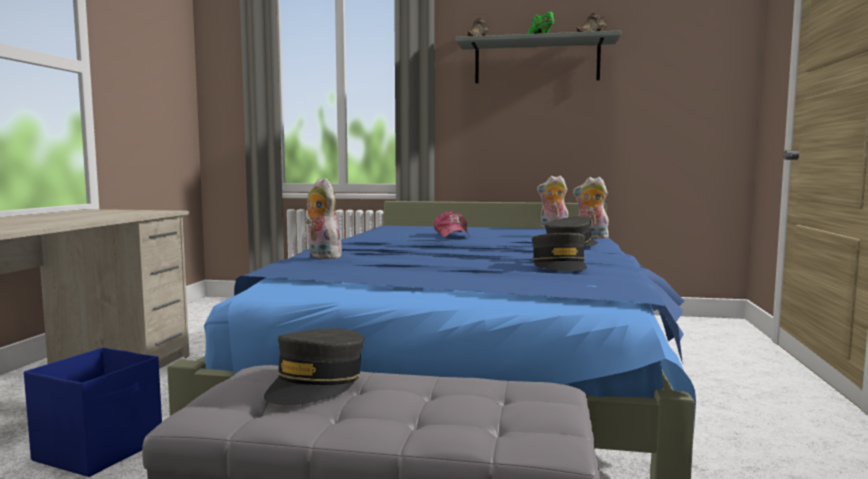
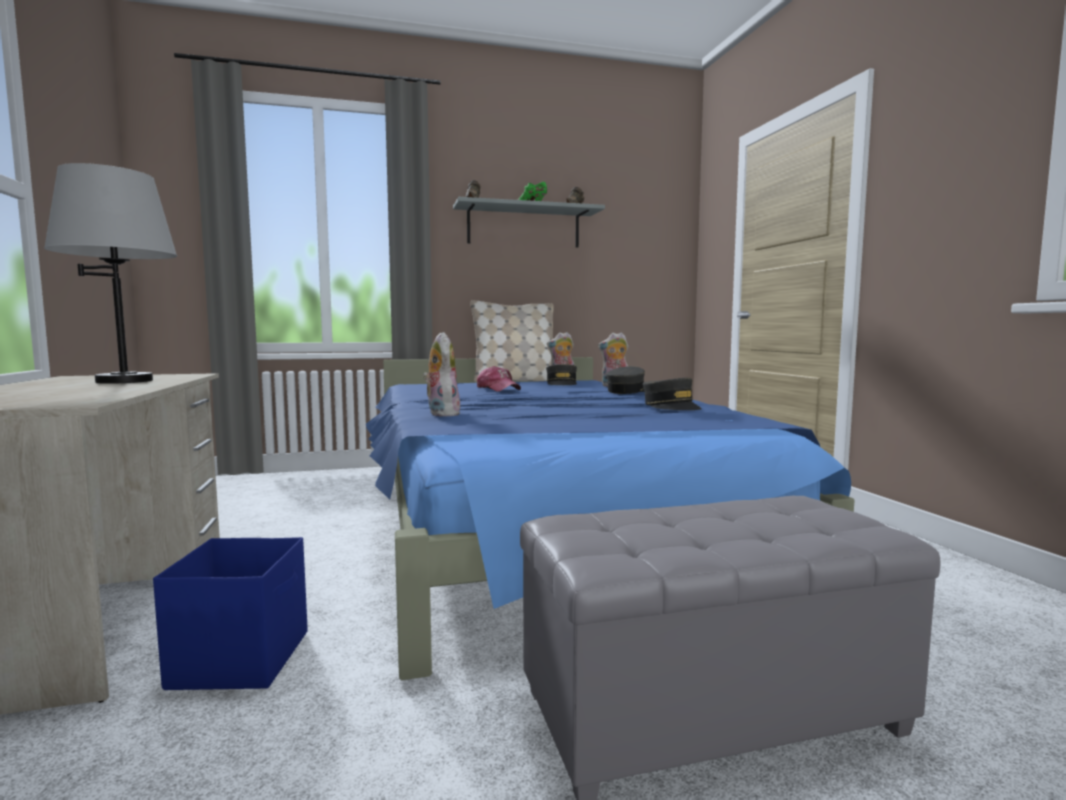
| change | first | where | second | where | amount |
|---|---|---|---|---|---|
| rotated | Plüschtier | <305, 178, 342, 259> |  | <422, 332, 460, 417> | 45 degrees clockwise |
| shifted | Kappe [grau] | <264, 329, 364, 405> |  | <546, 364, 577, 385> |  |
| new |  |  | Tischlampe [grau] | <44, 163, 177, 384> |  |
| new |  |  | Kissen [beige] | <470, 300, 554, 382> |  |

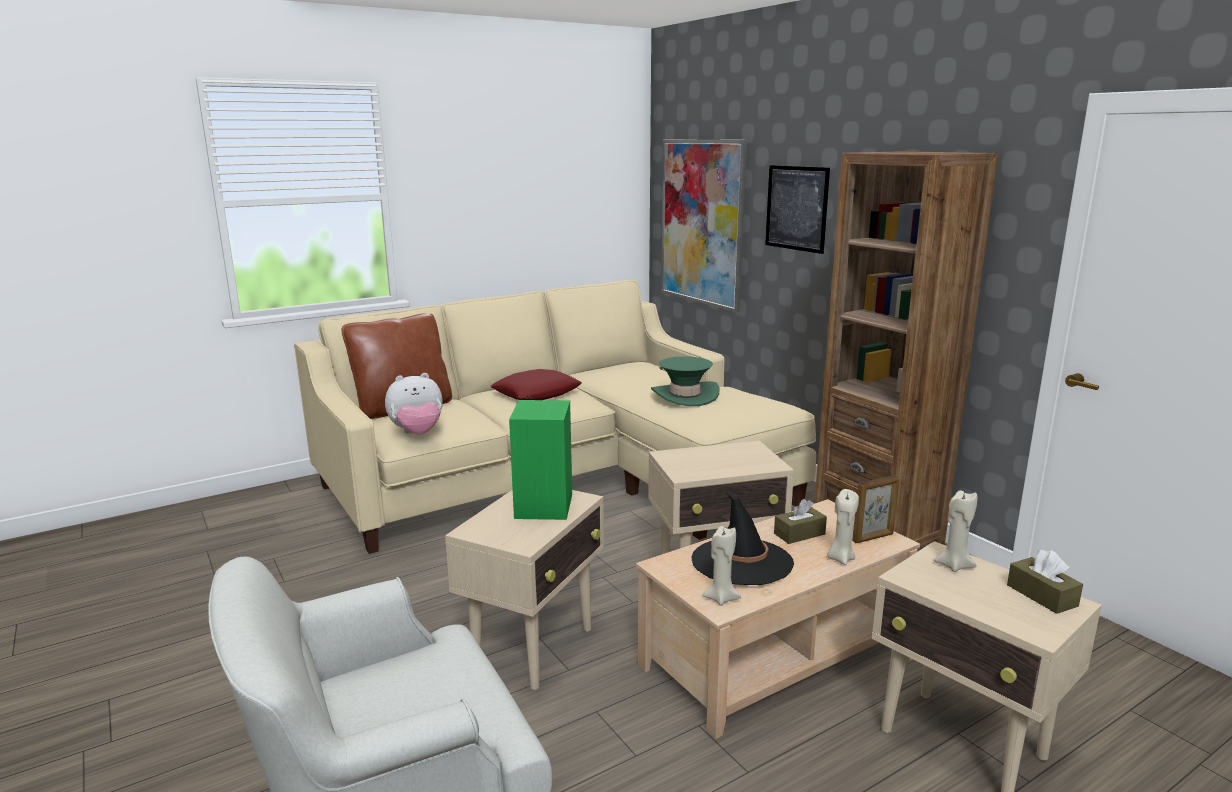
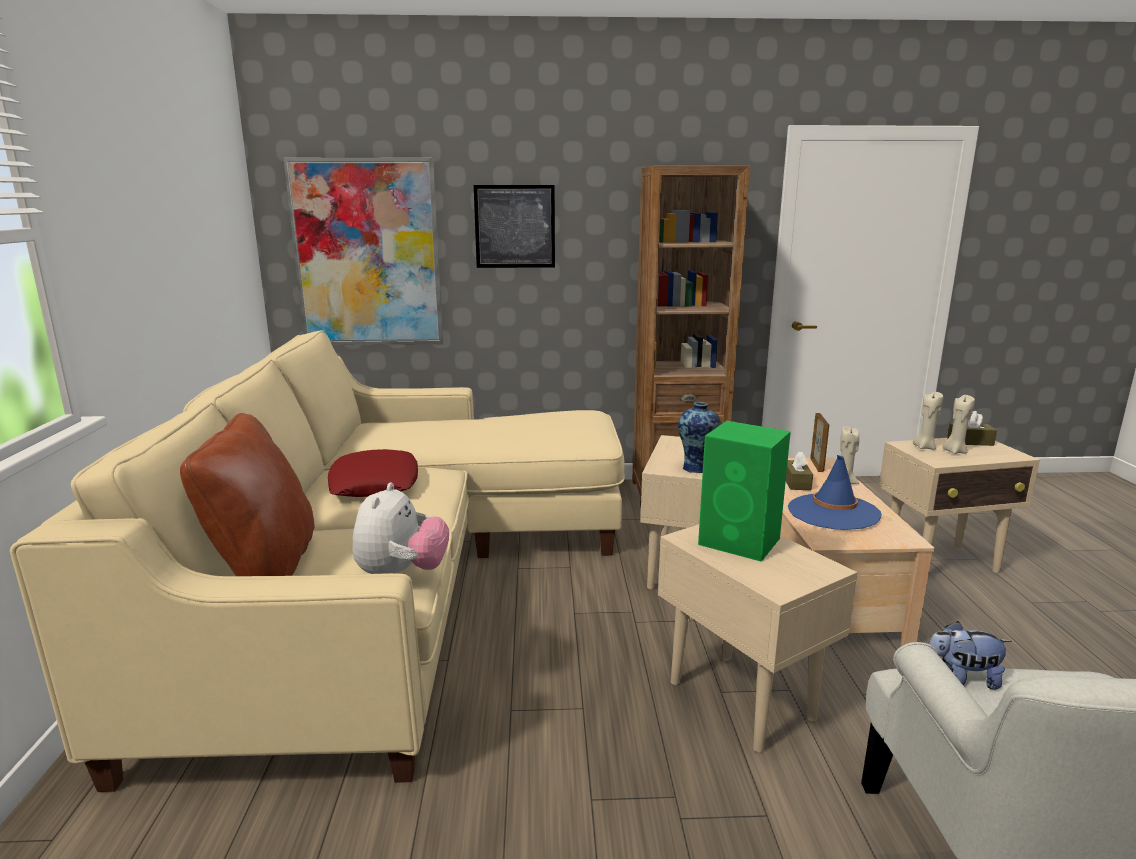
| change | first | where | second | where | amount |
|---|---|---|---|---|---|
| gone | Hut [grün] | <651, 356, 720, 406> |  |  |  |
| repainted | Hut [schwarz] | <691, 493, 794, 585> | Hut [blau] | <788, 455, 882, 530> |  |
| shifted | Kerze [beige] | <702, 526, 741, 606> |  | <943, 395, 975, 454> |  |
| new |  |  | Vase | <678, 402, 721, 474> |  |
| new |  |  | Plüschtier | <929, 621, 1012, 690> |  |

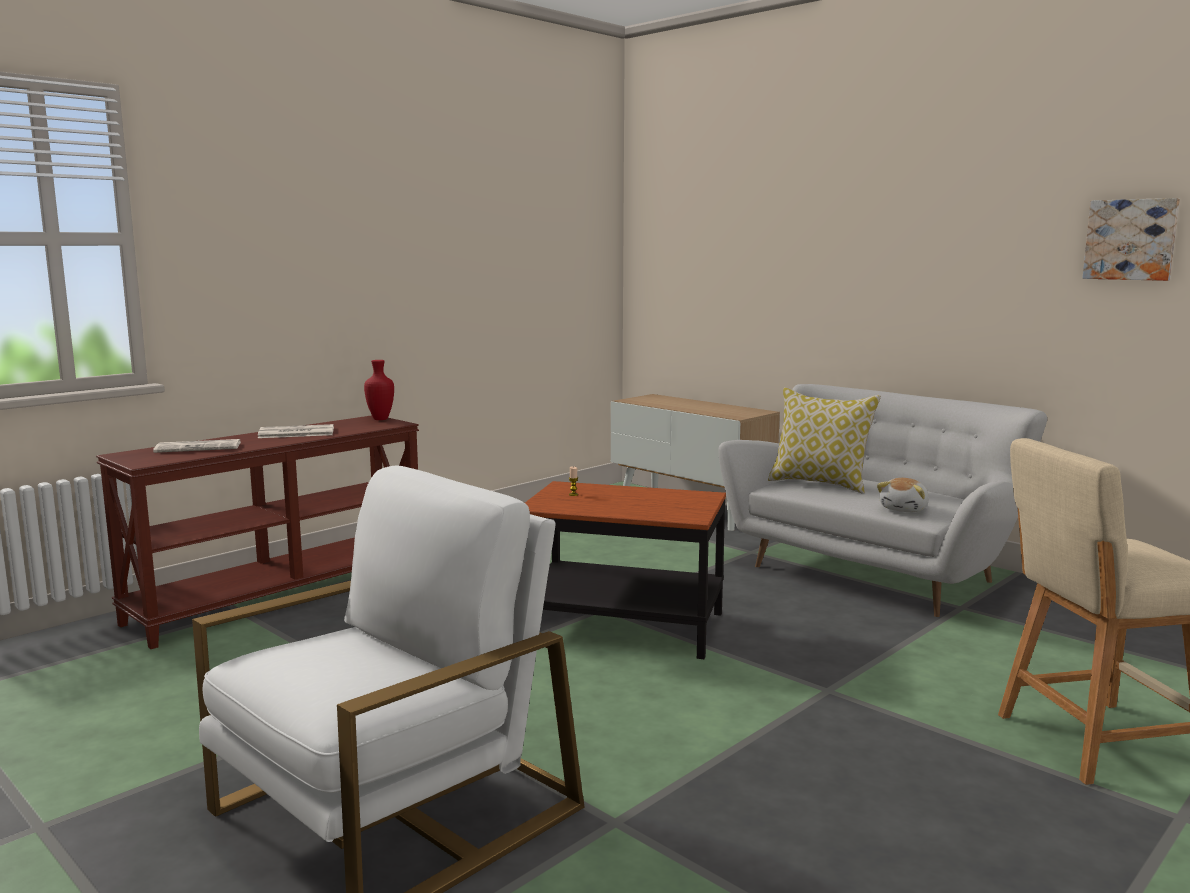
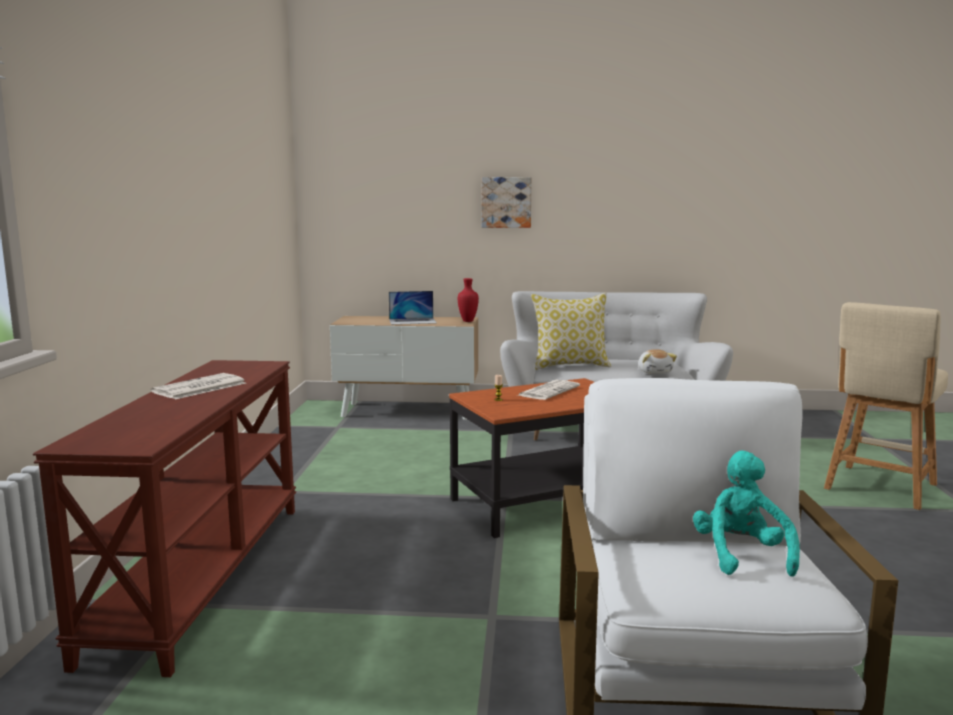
| change | first | where | second | where | amount |
|---|---|---|---|---|---|
| shifted | Bild | <1082, 198, 1180, 281> |  | <482, 177, 532, 228> |  |
| shifted | Vase [rot] | <364, 360, 394, 420> |  | <458, 278, 479, 322> |  |
| shifted | Zeitung | <153, 439, 241, 453> |  | <519, 380, 580, 400> |  |
| new |  |  | Laptop | <389, 291, 437, 325> |  |
| new |  |  | Plüschtier [türkis] | <693, 451, 800, 577> |  |

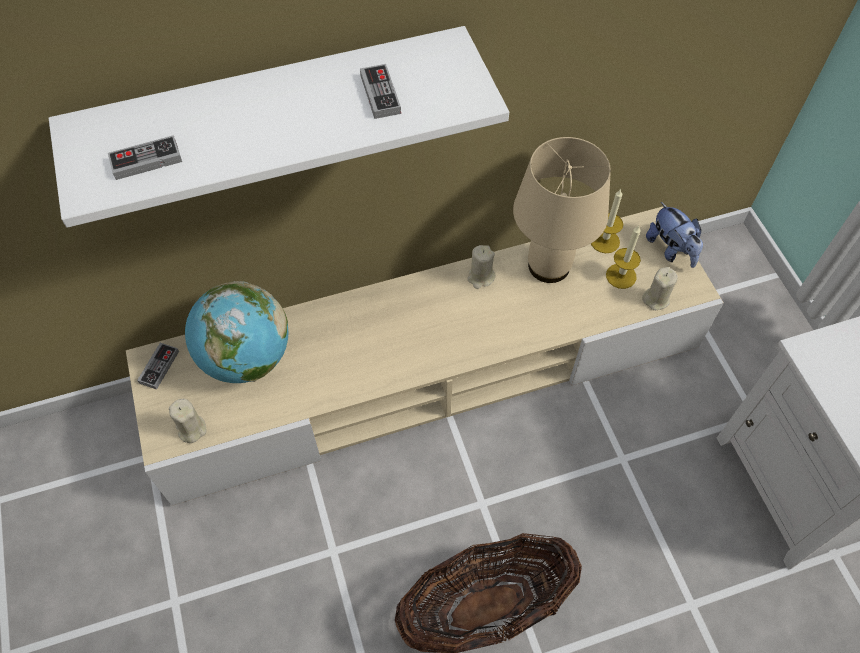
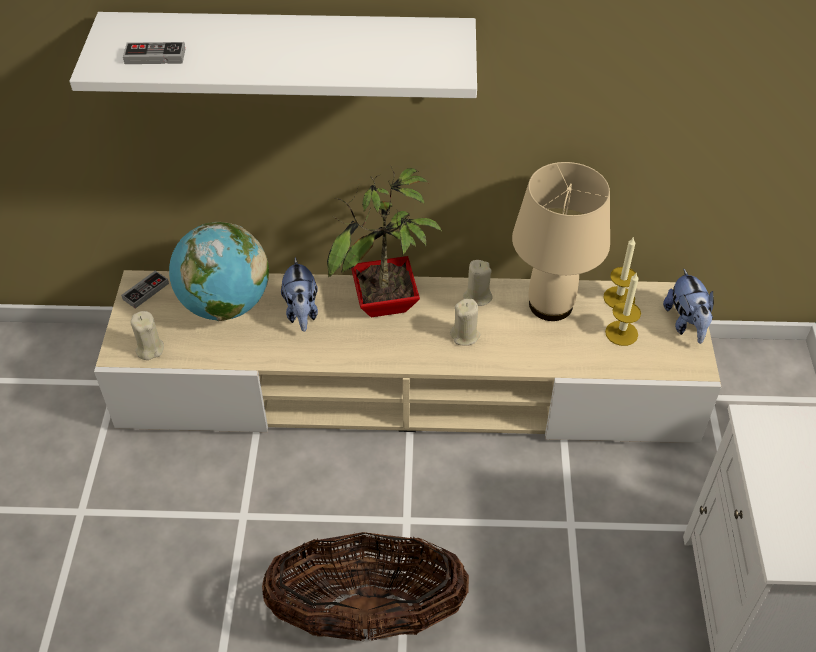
| change | first | where | second | where | amount |
|---|---|---|---|---|---|
| gone | Gamepad | <360, 64, 401, 119> |  |  |  |
| shifted | Kerze [beige] | <642, 267, 678, 310> |  | <450, 299, 481, 346> |  |
| new |  |  | Topfpflanze | <327, 165, 442, 317> |  |
| new |  |  | Plüschtier | <281, 257, 318, 332> |  |

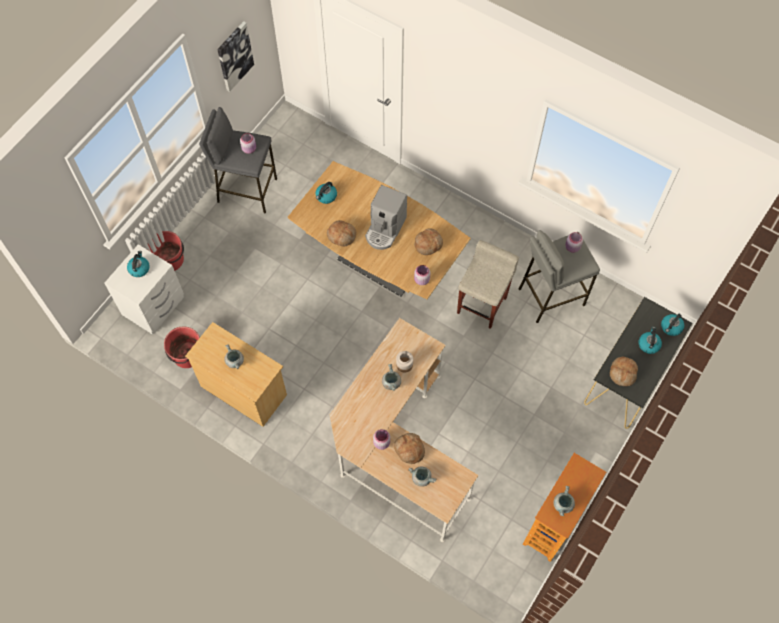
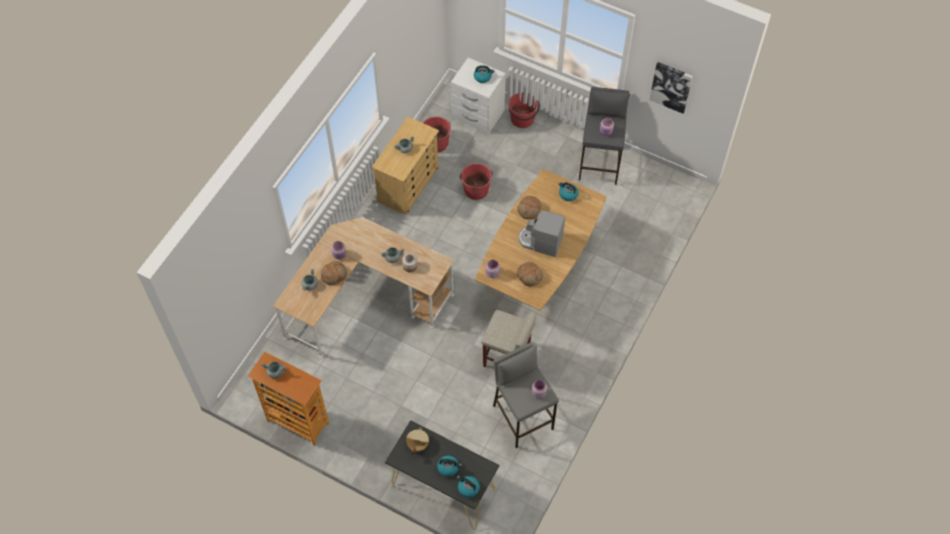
| change | first | where | second | where | amount |
|---|---|---|---|---|---|
| swapped | Brot | <610, 357, 638, 386> | Kochtopf [beige] | <406, 427, 429, 455> |  |
| new |  |  | Eimer [rot] | <460, 163, 493, 200> |  |

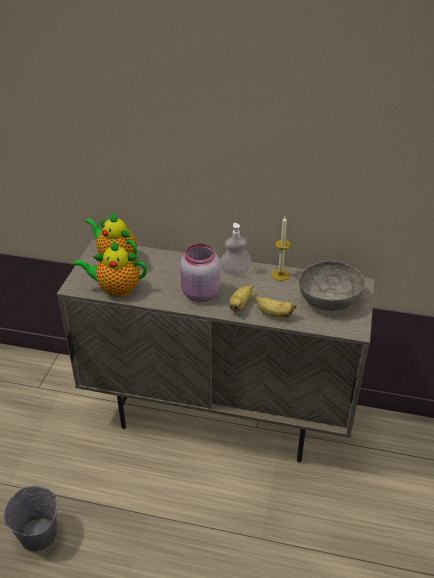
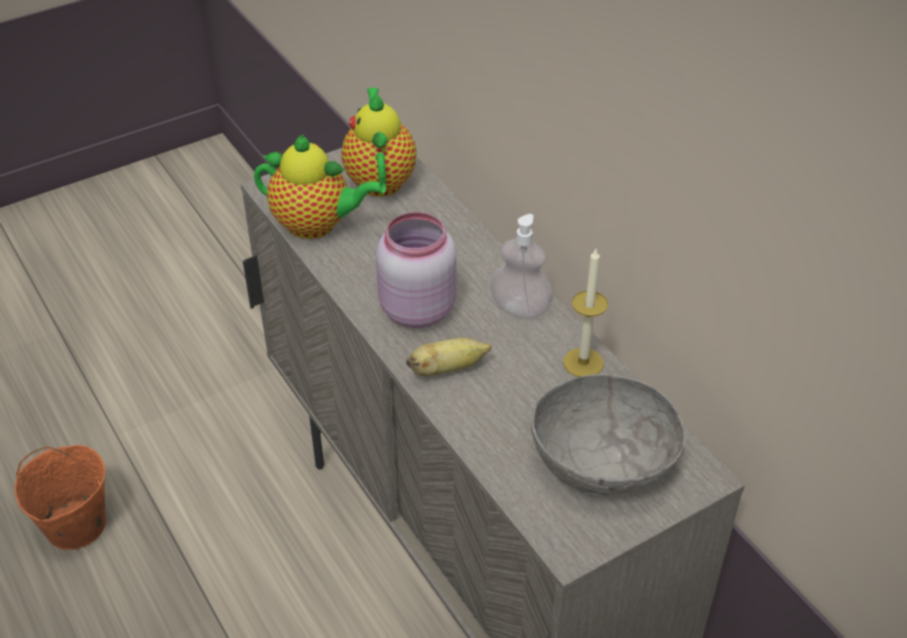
| change | first | where | second | where | amount |
|---|---|---|---|---|---|
| rotated | Teekanne | <72, 241, 147, 297> |  | <254, 134, 386, 239> | 150 degrees clockwise |
| gone | Banane | <256, 296, 297, 318> |  |  |  |
| repainted | Eimer [grau] | <4, 486, 57, 552> | Eimer [orange] | <15, 445, 106, 550> |  |

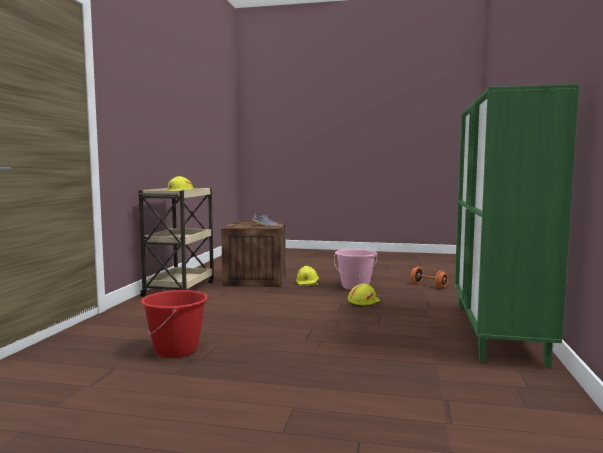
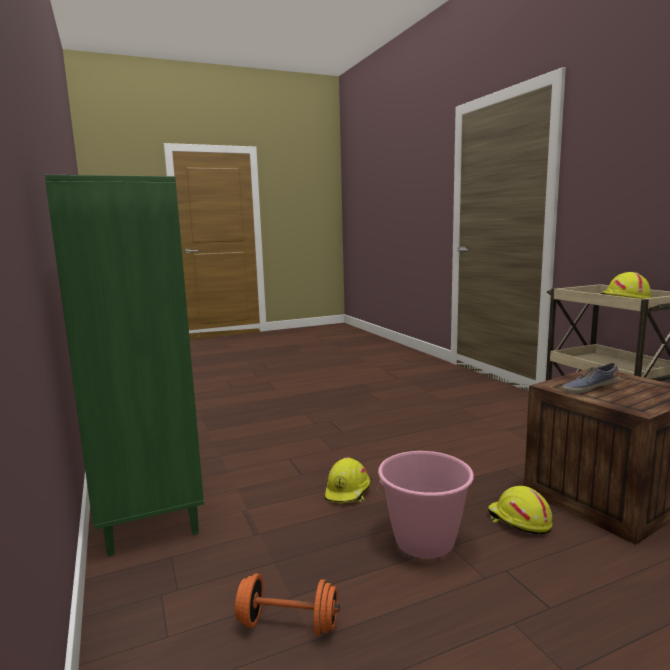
| change | first | where | second | where | amount |
|---|---|---|---|---|---|
| gone | Eimer [rot] | <141, 290, 208, 358> |  |  |  |

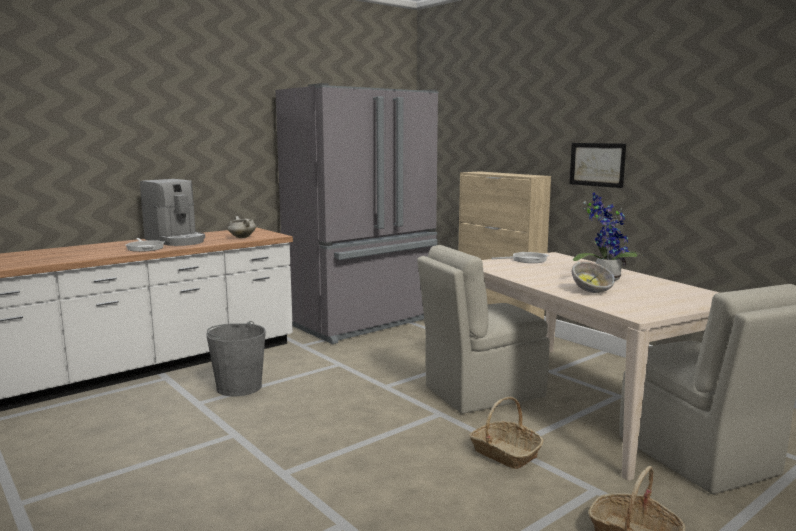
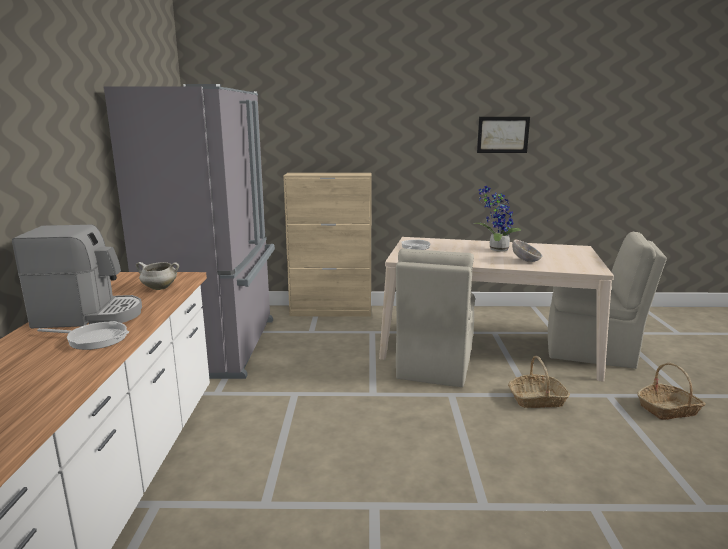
| change | first | where | second | where | amount |
|---|---|---|---|---|---|
| shifted | Bild | <569, 143, 626, 188> |  | <477, 117, 530, 153> |  |
| gone | Eimer [grau] | <206, 321, 266, 397> |  |  |  |

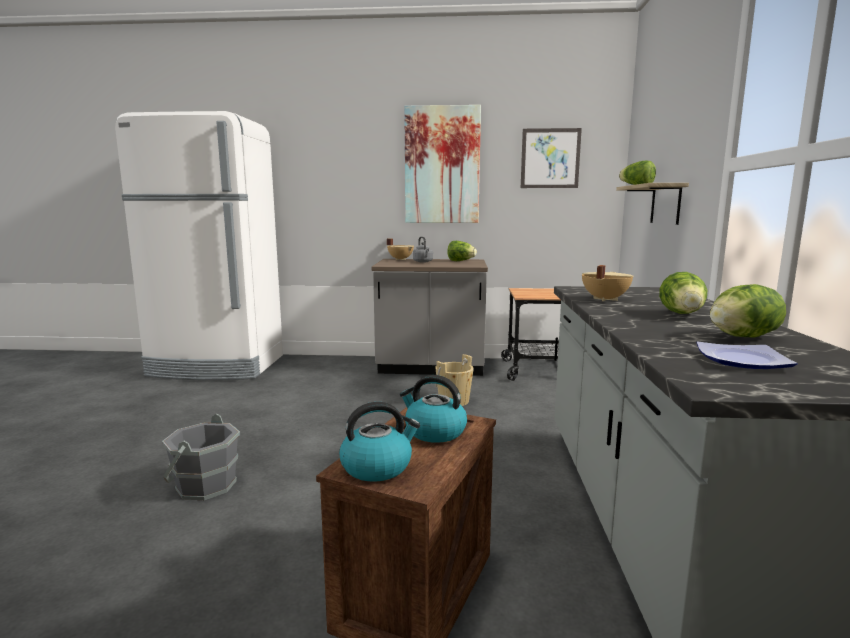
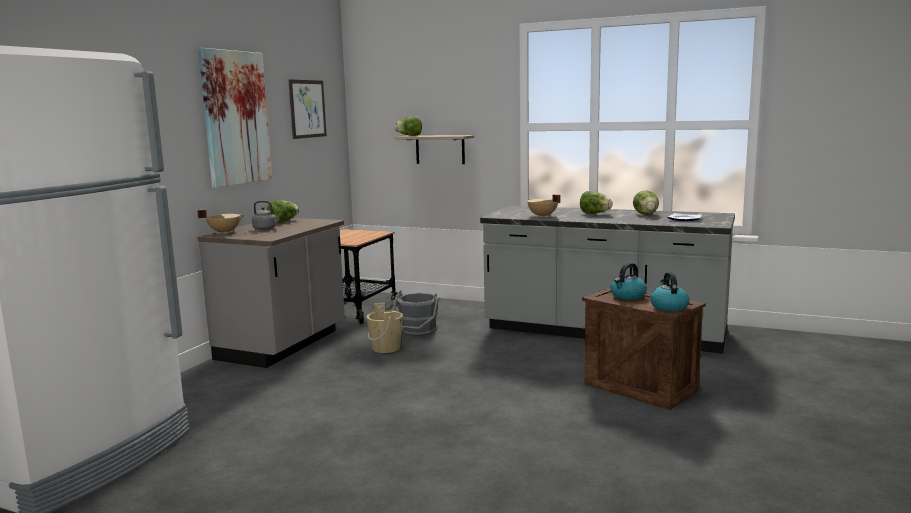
| change | first | where | second | where | amount |
|---|---|---|---|---|---|
| shifted | Eimer [grau] | <162, 414, 240, 500> |  | <392, 290, 439, 335> |  |

